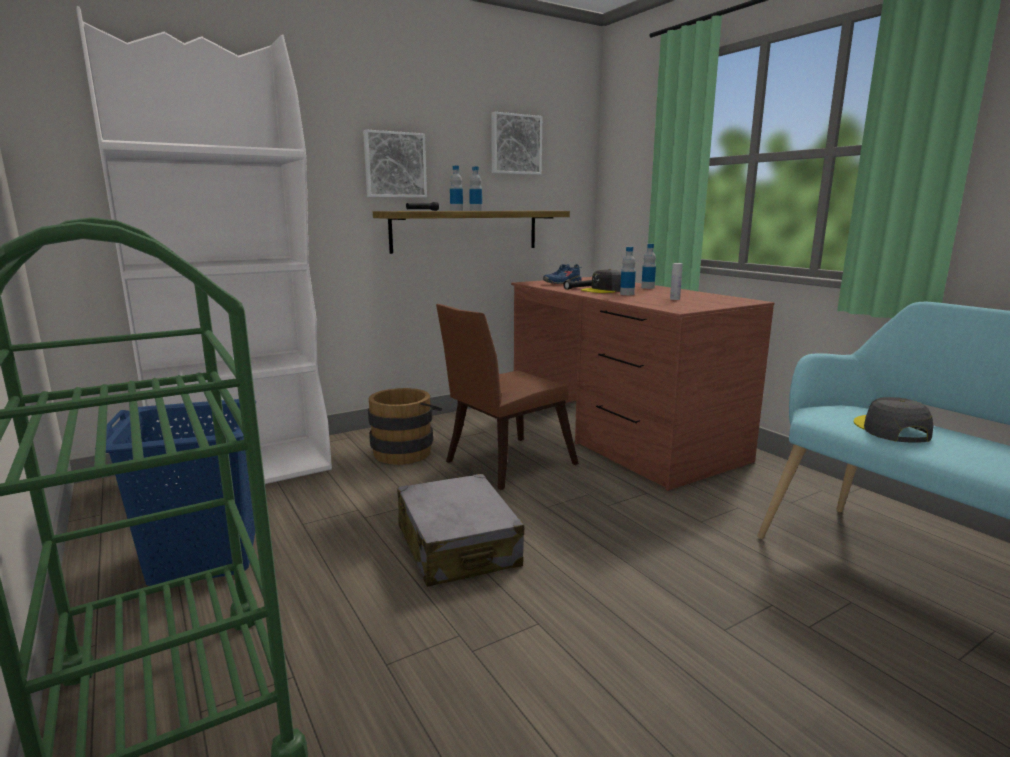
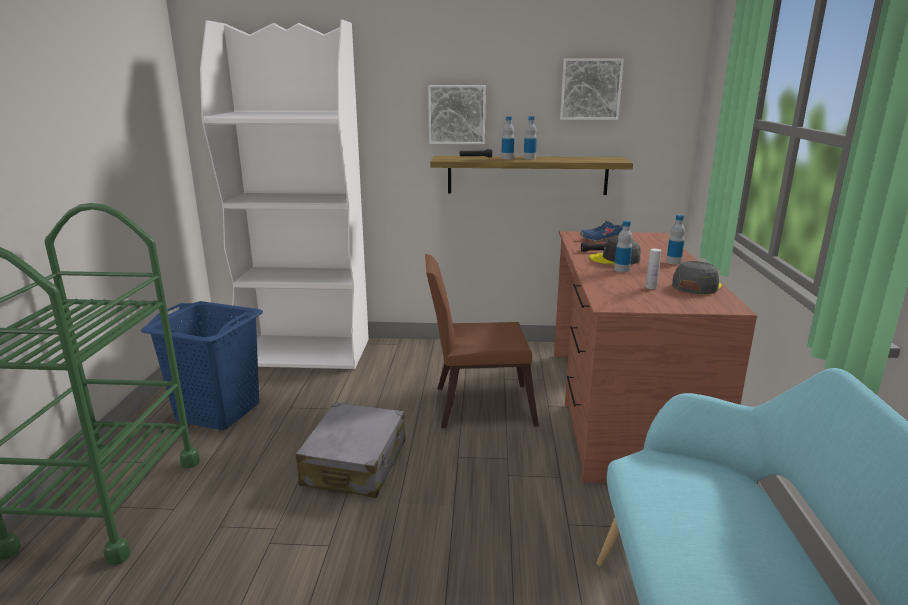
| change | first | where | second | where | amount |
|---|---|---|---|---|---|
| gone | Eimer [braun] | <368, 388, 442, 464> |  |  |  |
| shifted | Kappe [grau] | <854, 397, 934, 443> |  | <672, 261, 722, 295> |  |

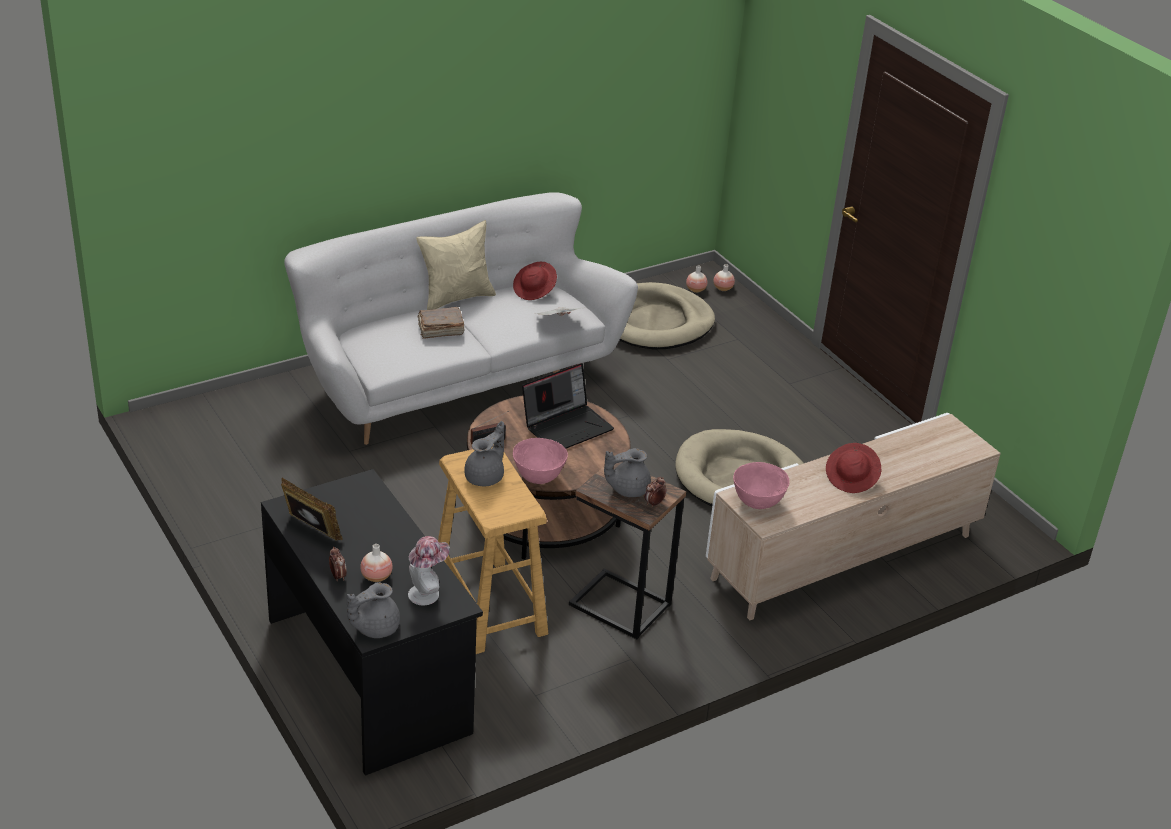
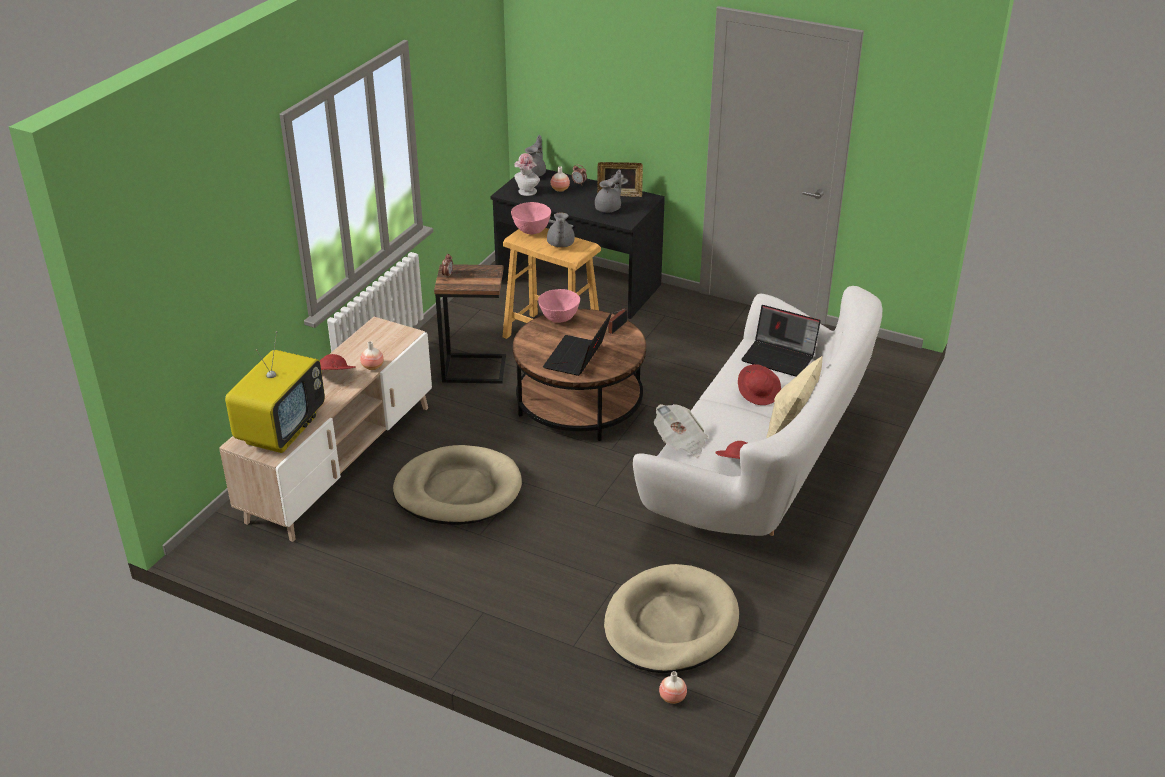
| change | first | where | second | where | amount |
|---|---|---|---|---|---|
| shifted | Vase | <713, 264, 735, 291> |  | <360, 341, 384, 370> |  |
| swapped | Buch [braun] | <418, 307, 464, 339> | Hut [rot] | <738, 364, 781, 405> |  |
| shifted | Teekanne [grau] | <604, 448, 651, 497> |  | <595, 169, 621, 213> |  |
| shifted | Schüssel [rosa] | <733, 462, 790, 509> |  | <511, 202, 551, 234> |  |
| new |  |  | Laptop | <741, 305, 821, 377> |  |
| new |  |  | Fernseher | <225, 331, 325, 453> |  |

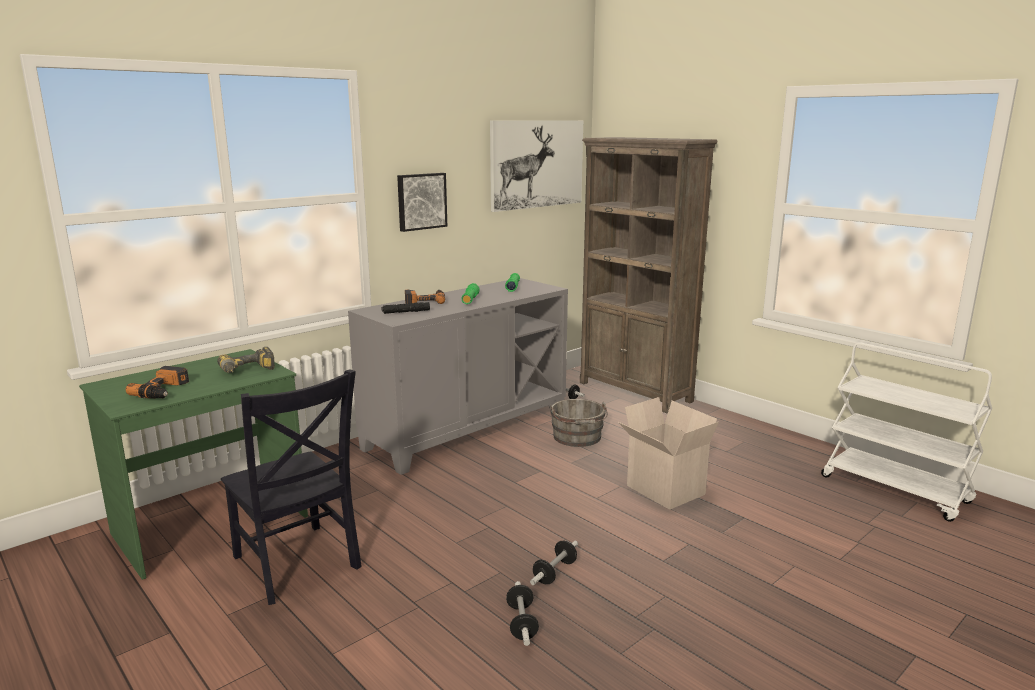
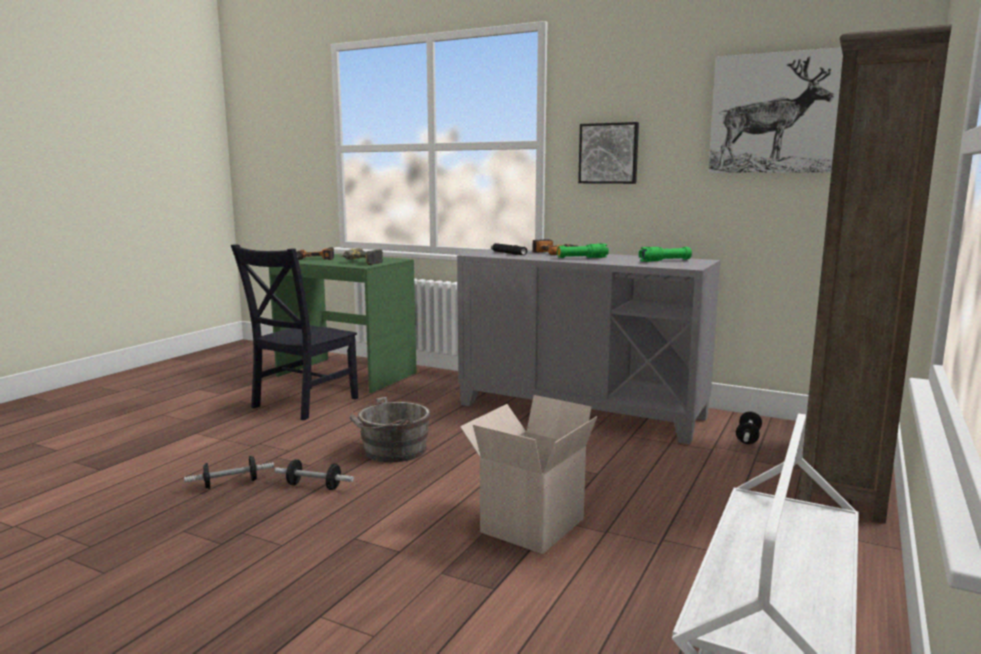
| change | first | where | second | where | amount |
|---|---|---|---|---|---|
| shifted | Eimer [grau] | <550, 399, 608, 447> |  | <350, 397, 430, 462> |  |

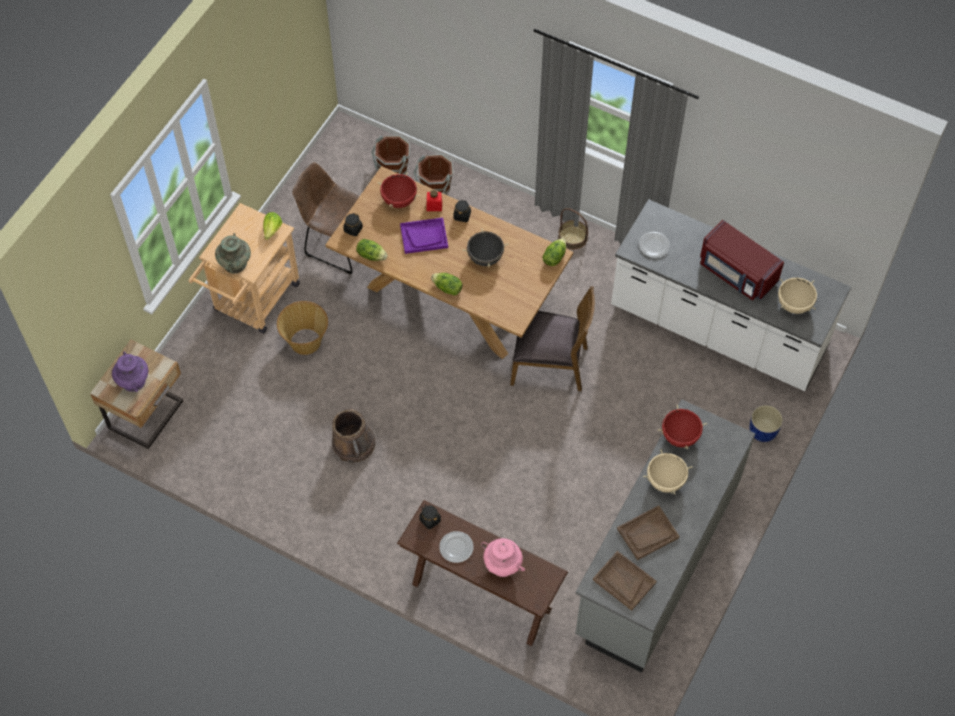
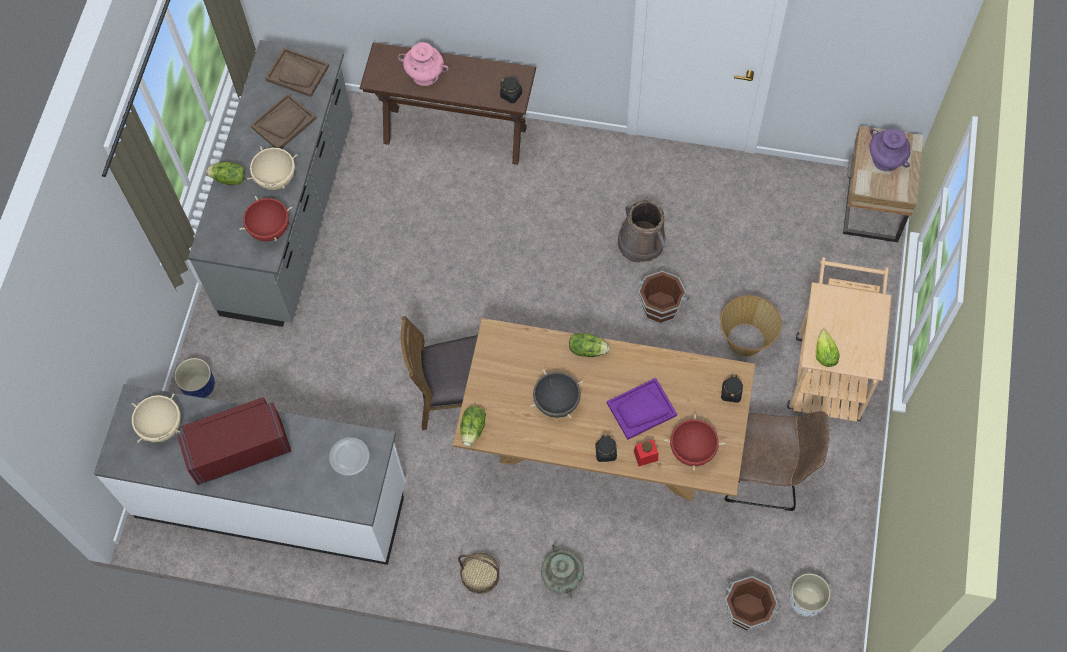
| change | first | where | second | where | amount |
|---|---|---|---|---|---|
| shifted | Eimer [braun] | <414, 154, 453, 194> |  | <638, 271, 690, 325> |  |
| rotated | Mikrowelle [rot] | <700, 220, 784, 300> |  | <177, 398, 292, 486> | 45 degrees counterclockwise |
| shifted | Vase [türkis] | <215, 233, 251, 274> |  | <541, 544, 584, 598> |  |
| shifted | Salatkopf | <356, 239, 388, 261> |  | <206, 162, 245, 185> |  |
| gone | Teller | <439, 531, 474, 563> |  |  |  |
| new |  |  | Pflanzkübel [weiß] | <789, 573, 831, 617> |  |

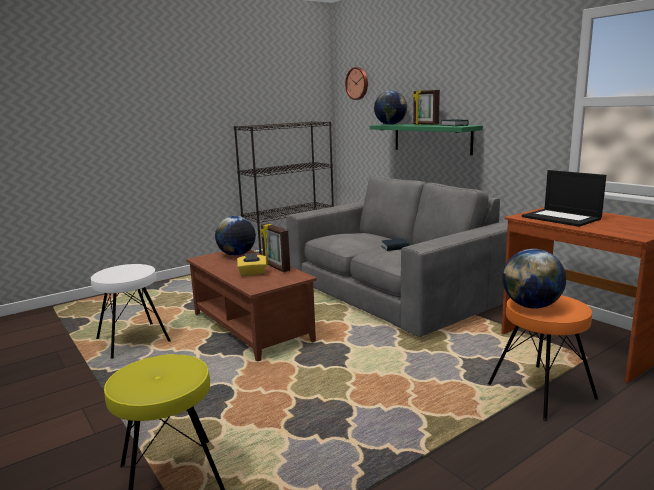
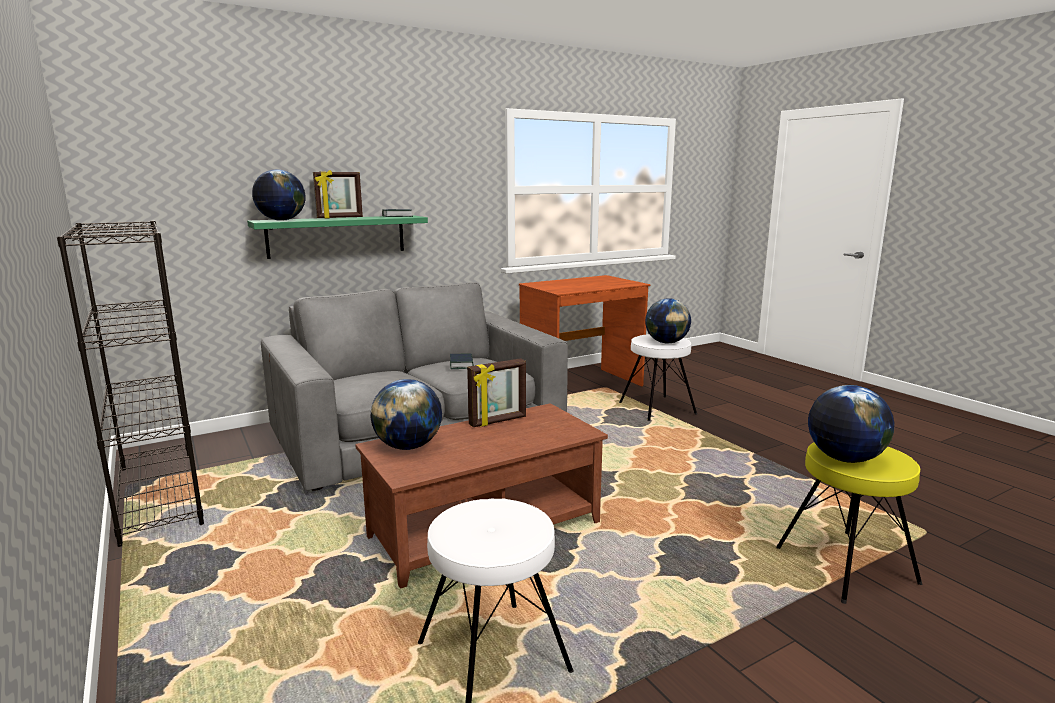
| change | first | where | second | where | amount |
|---|---|---|---|---|---|
| gone | Wanduhr | <345, 67, 368, 100> |  |  |  |
| gone | Laptop | <522, 170, 606, 227> |  |  |  |
| gone | Taschentuchbox [gelb] | <237, 253, 266, 276> |  |  |  |
| repainted | Hocker [orange] | <488, 295, 598, 421> | Hocker [weiß] | <619, 334, 697, 421> |  |
| new |  |  | Globus | <808, 385, 894, 463> |  |

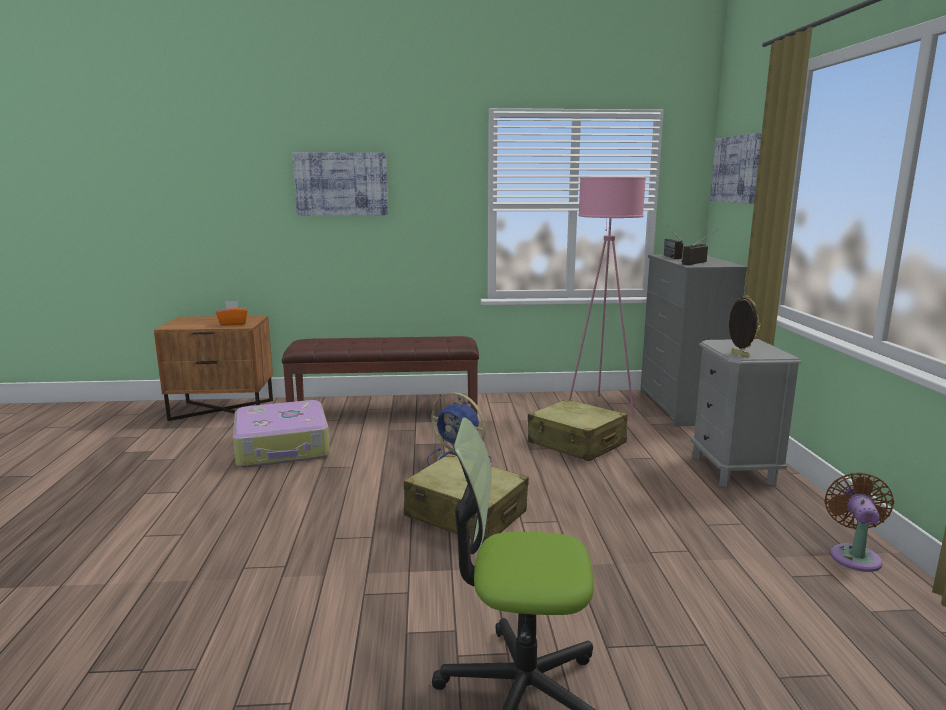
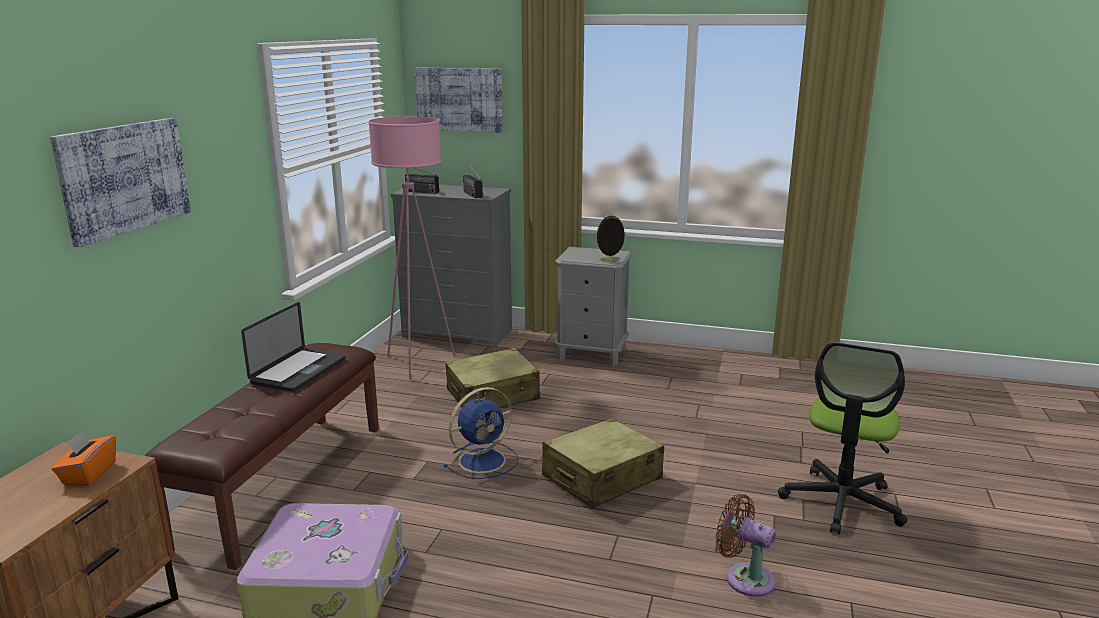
| change | first | where | second | where | amount |
|---|---|---|---|---|---|
| shifted | Ventilator [braun] | <824, 472, 894, 572> |  | <716, 494, 776, 597> |  |
| new |  |  | Laptop | <241, 302, 345, 392> |  |

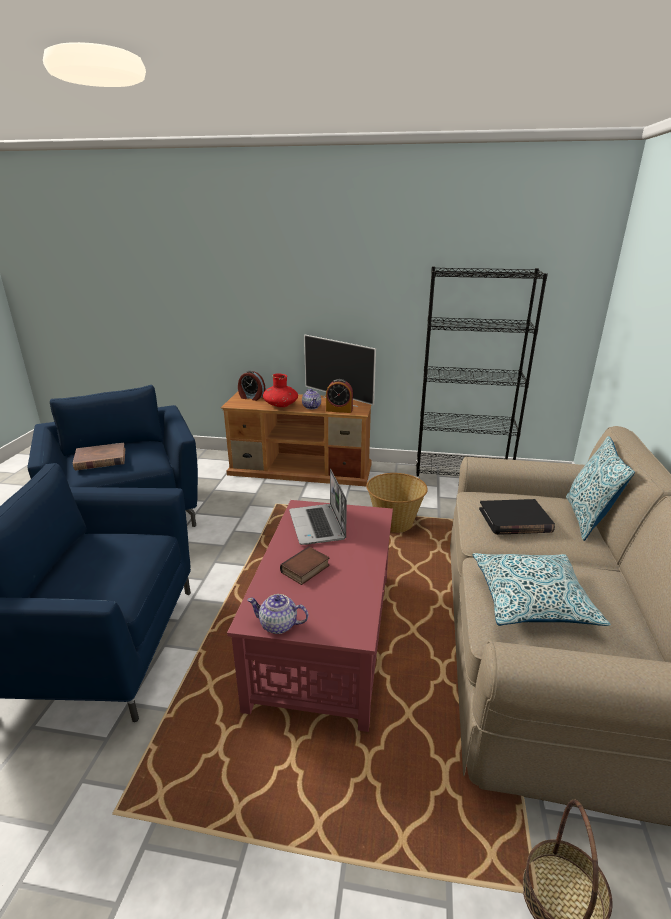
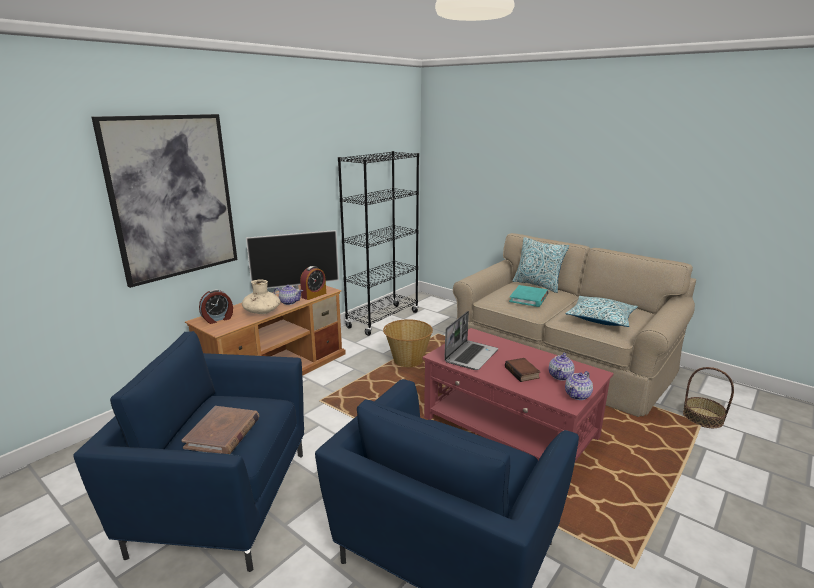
| change | first | where | second | where | amount |
|---|---|---|---|---|---|
| repainted | Vase [rot] | <263, 373, 298, 407> | Vase [beige] | <242, 279, 280, 314> |  |
| rotated | Laptop | <289, 468, 347, 545> |  | <444, 311, 498, 370> | 75 degrees counterclockwise |
| repainted | Buch [schwarz] | <479, 499, 555, 535> | Buch [türkis] | <509, 285, 549, 307> |  |
| new |  |  | Bild | <92, 114, 237, 288> |  |
| new |  |  | Teekanne | <549, 353, 574, 381> |  |

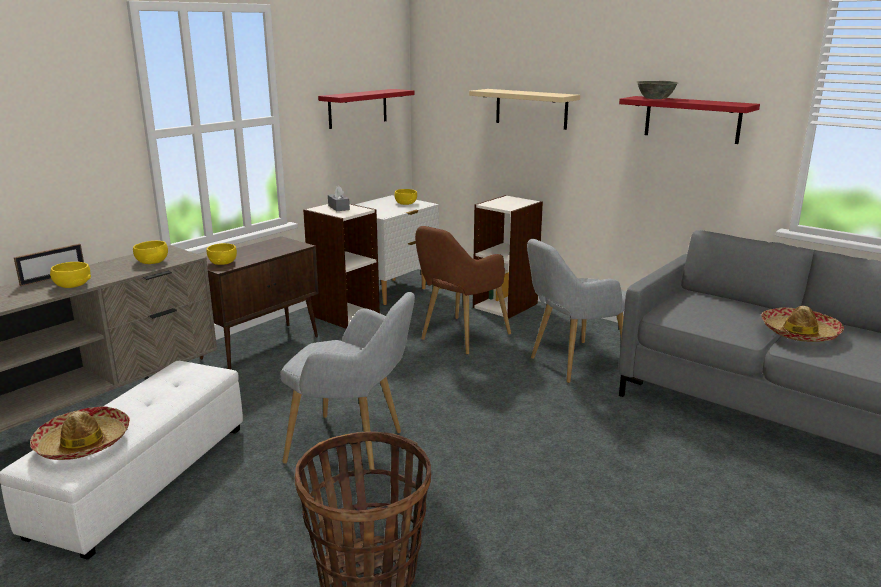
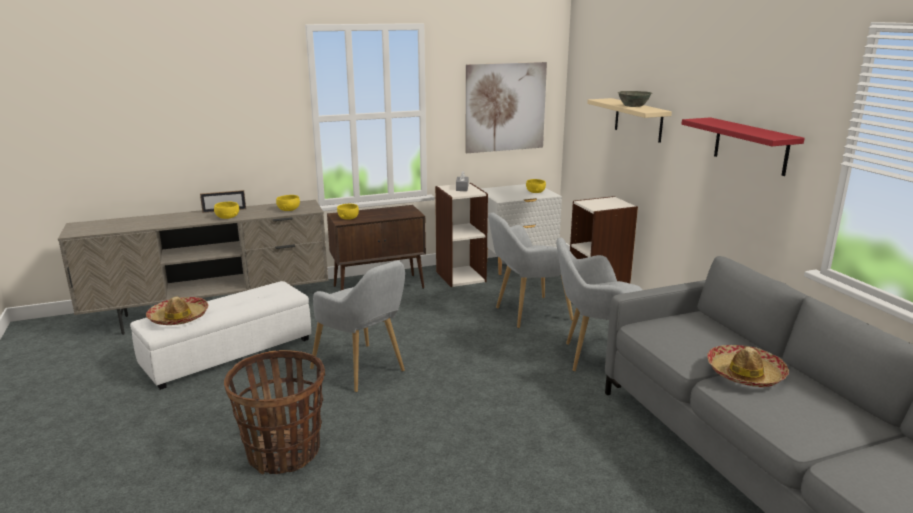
| change | first | where | second | where | amount |
|---|---|---|---|---|---|
| shifted | Schüssel [grau] | <637, 81, 678, 99> |  | <618, 91, 652, 107> |  |
| swapped | Wandregal [rot] | <318, 89, 415, 129> | Bild | <465, 62, 547, 153> |  |
| repainted | Sessel [braun] | <415, 226, 511, 355> | Sessel [grau] | <488, 212, 573, 328> |  |

